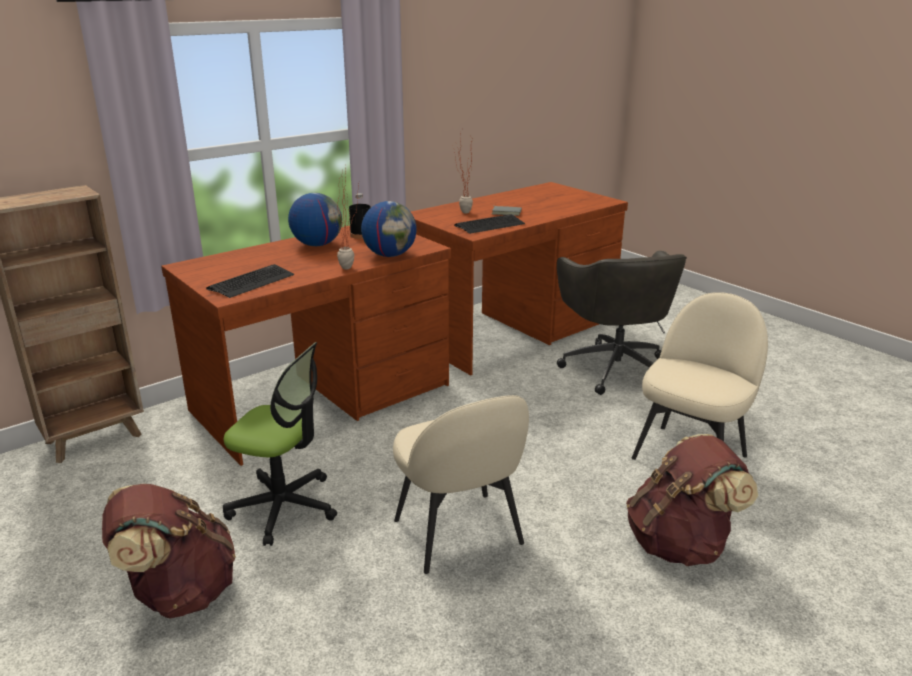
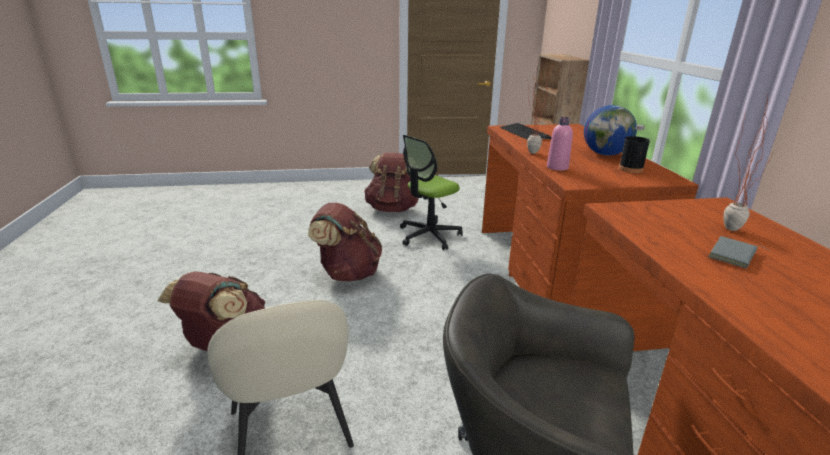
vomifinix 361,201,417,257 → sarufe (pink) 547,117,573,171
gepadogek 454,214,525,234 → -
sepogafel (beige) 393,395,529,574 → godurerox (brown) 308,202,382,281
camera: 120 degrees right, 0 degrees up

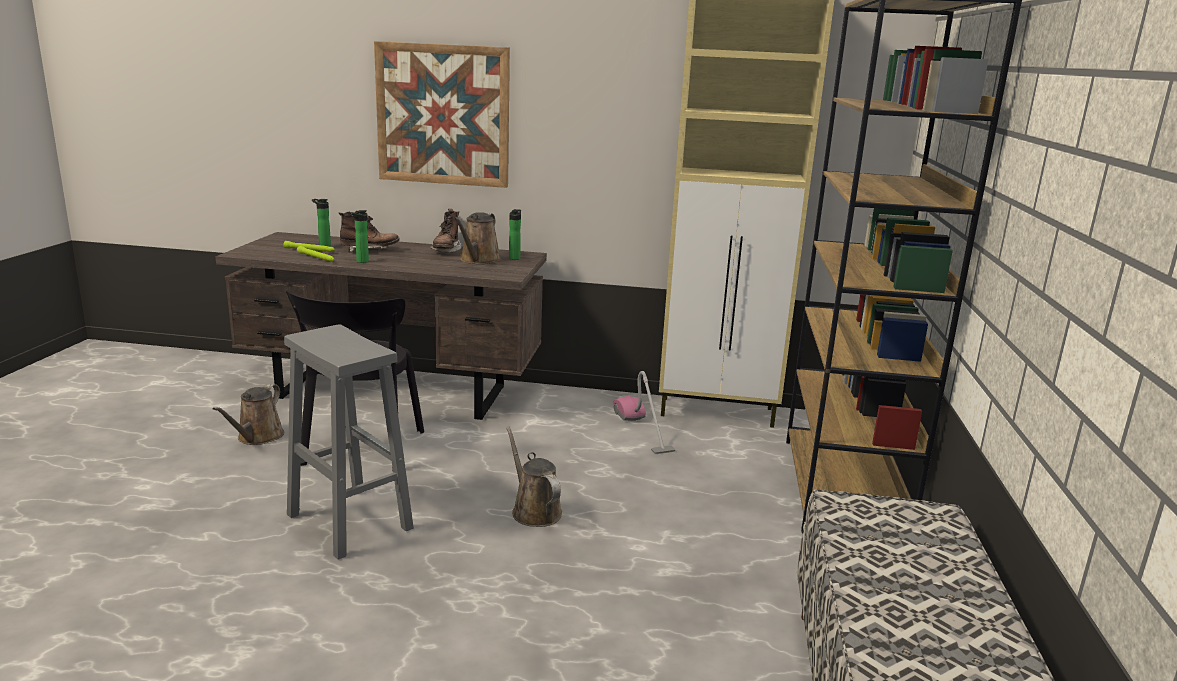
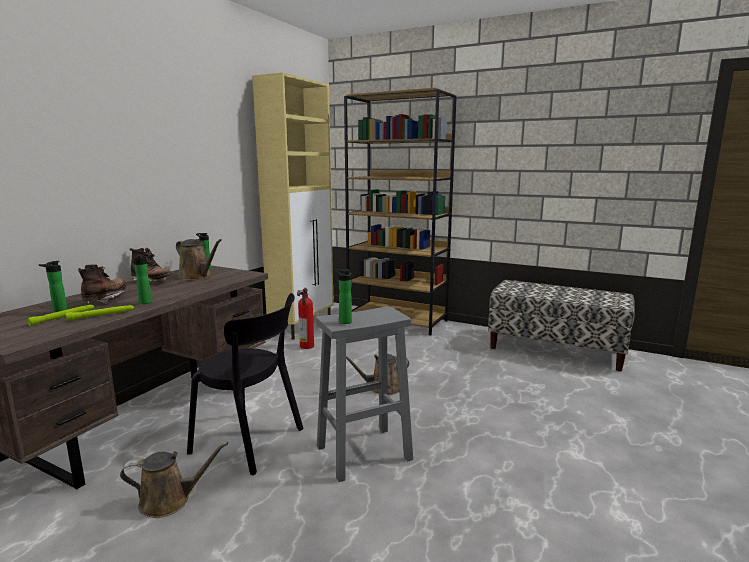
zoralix 374,41,510,188 → -
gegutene 613,371,675,454 → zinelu 297,287,314,349
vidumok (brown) 212,384,284,445 → vidumok (brown) 120,442,228,518, 45 degrees counterclockwise
- → sarufe 334,269,352,324
camera: 70 degrees left, 5 degrees down

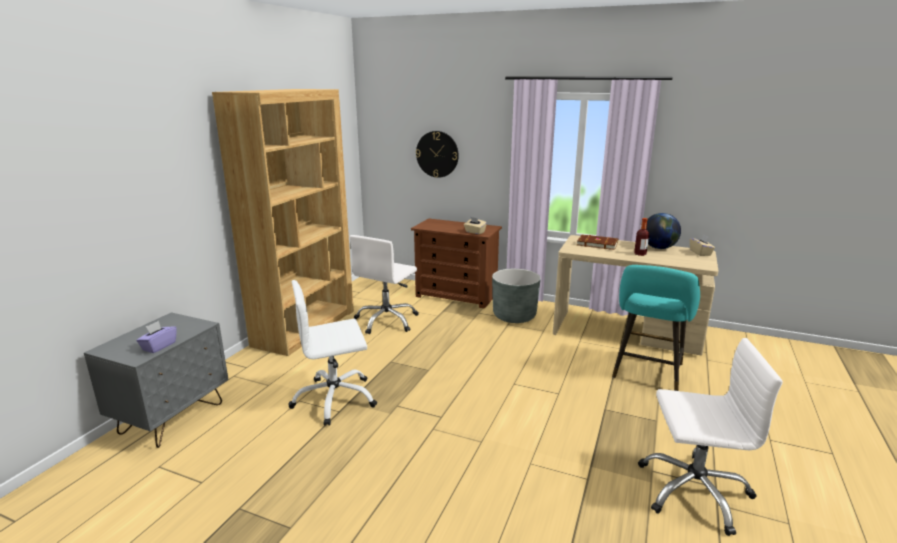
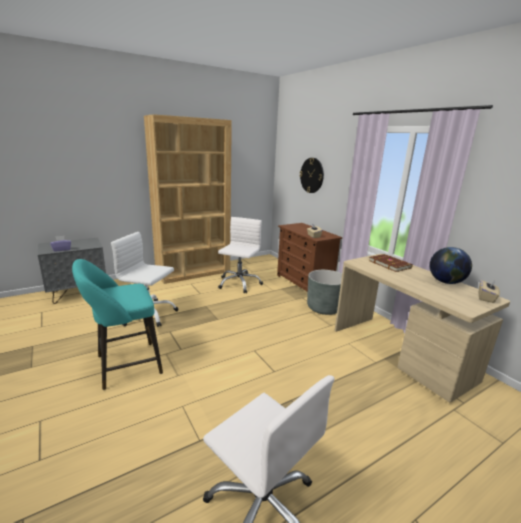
sarufe 634,218,649,256 → -
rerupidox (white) 350,235,419,334 → rerupidox (white) 218,217,263,293, 135 degrees clockwise
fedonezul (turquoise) 612,265,700,391 → fedonezul (turquoise) 72,259,163,390, relocated
camera: 35 degrees right, 0 degrees up

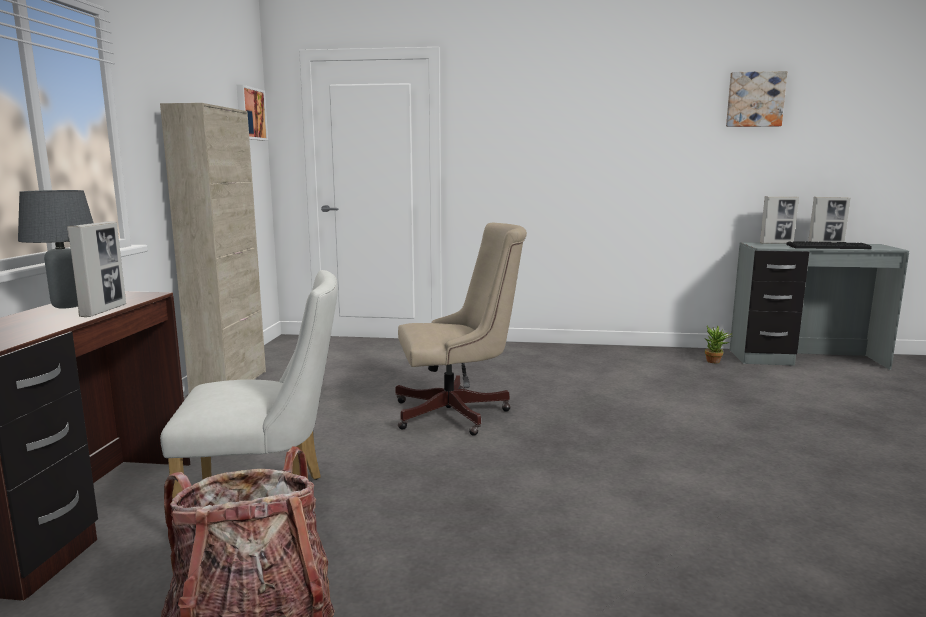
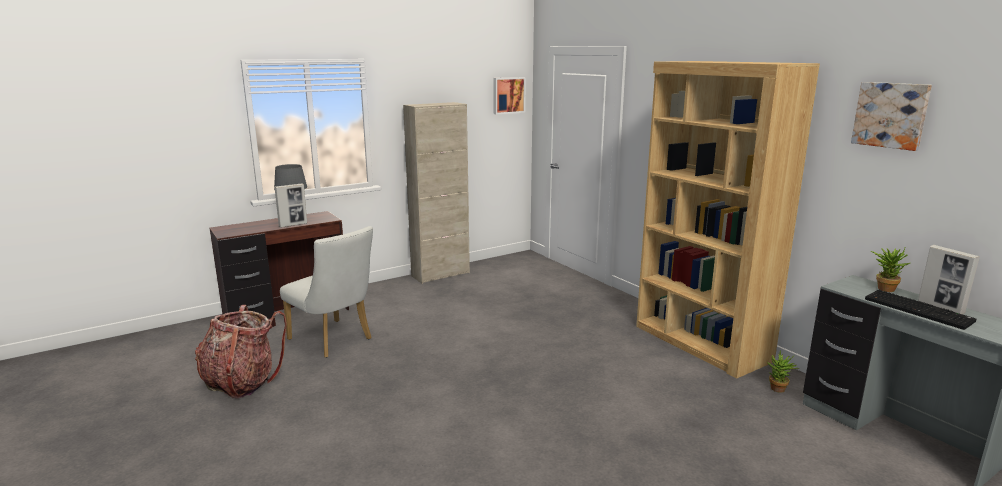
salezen 760,196,799,244 → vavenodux 871,246,910,292
rerupidox (beige) 396,222,527,436 → -
- → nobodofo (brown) 636,61,820,379
camera: 50 degrees right, 5 degrees up

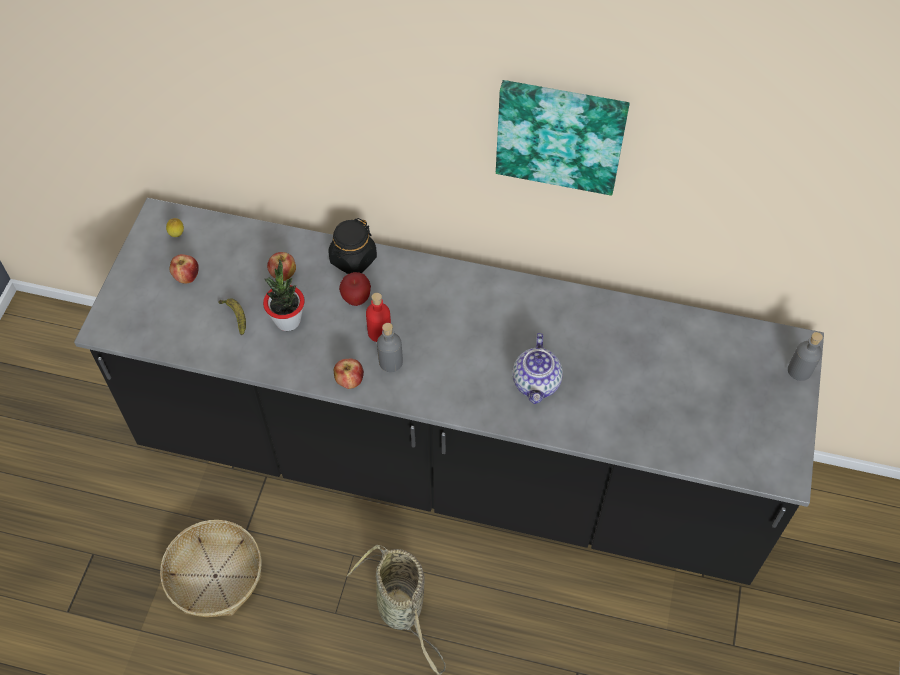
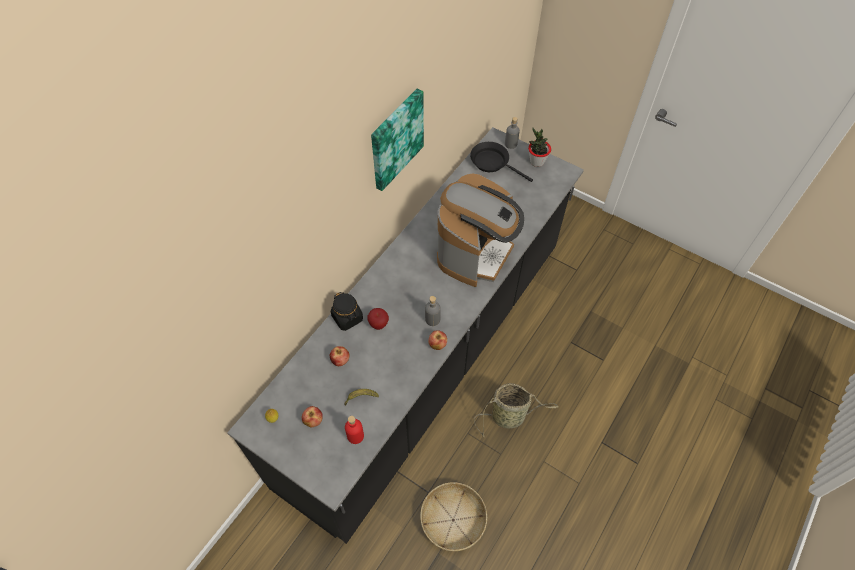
vavenodux 263,260,305,331 → vavenodux 528,128,551,167, relocated
sarufe (red) 366,293,391,342 → sarufe (red) 345,416,364,444, relocated
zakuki 513,333,563,404 → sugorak 437,173,524,287
- → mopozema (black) 470,142,533,182
camera: 70 degrees left, 0 degrees up

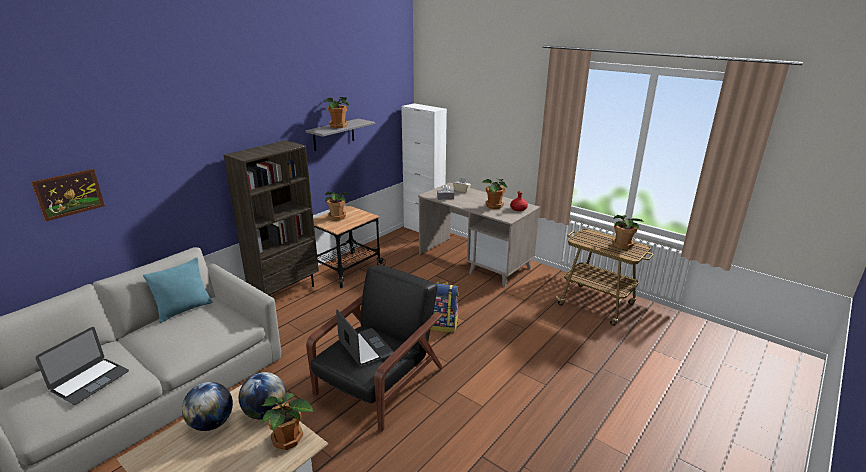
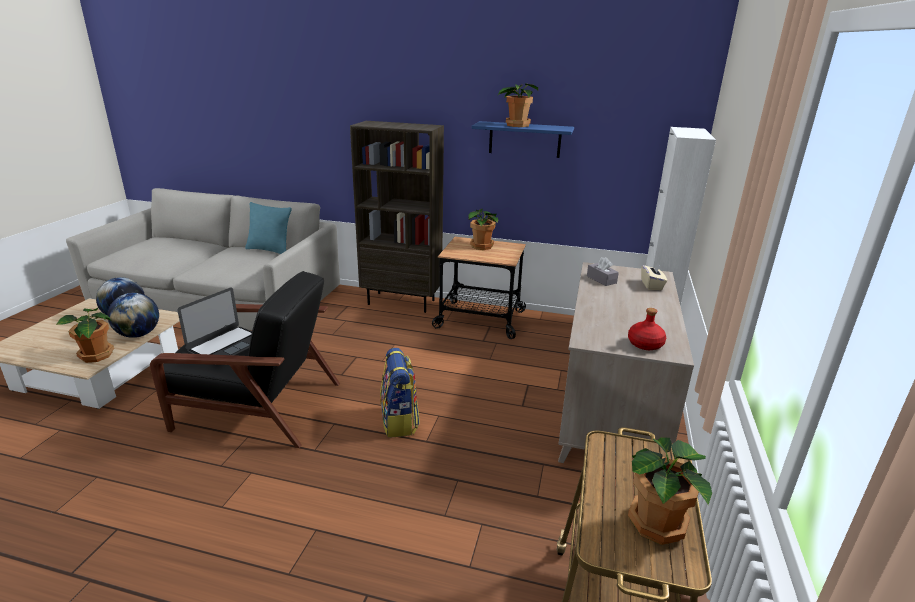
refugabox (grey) 306,119,375,151 → refugabox (blue) 471,121,574,158
zoralix 31,169,105,222 → -
vavenodux 482,178,507,209 → -
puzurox 36,327,129,405 → -
camera: 65 degrees right, 0 degrees up

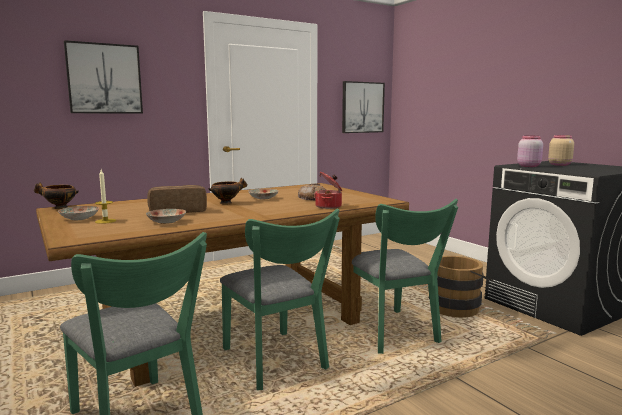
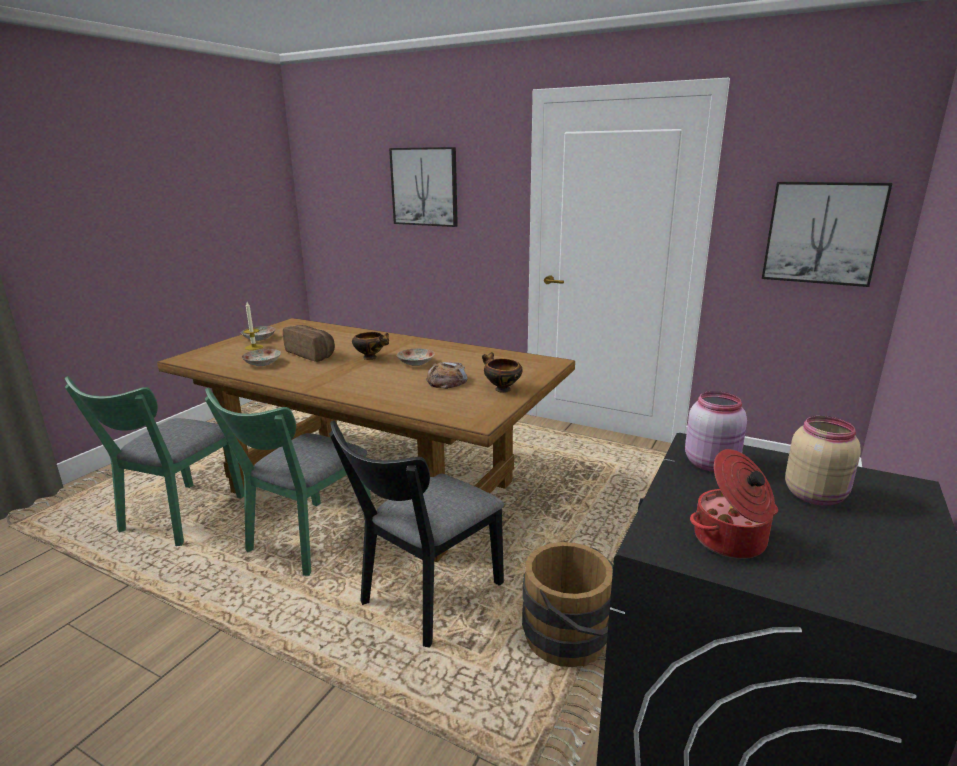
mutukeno 314,172,342,209 → mutukeno 690,449,778,559, relocated
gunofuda 34,182,79,209 → gunofuda 482,352,523,393, relocated
sepogafel (green) 352,199,458,354 → sepogafel (black) 329,421,504,648
camera: 60 degrees right, 10 degrees up

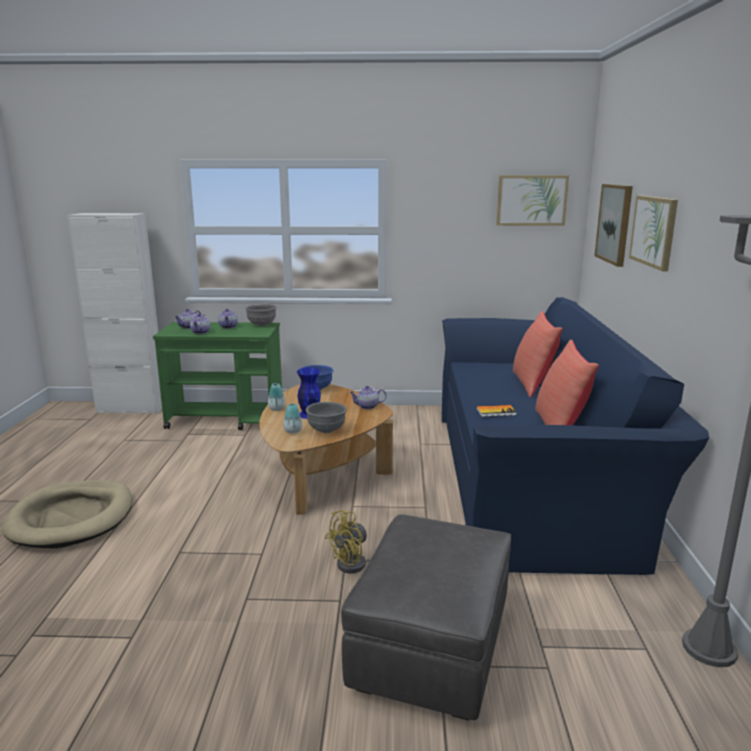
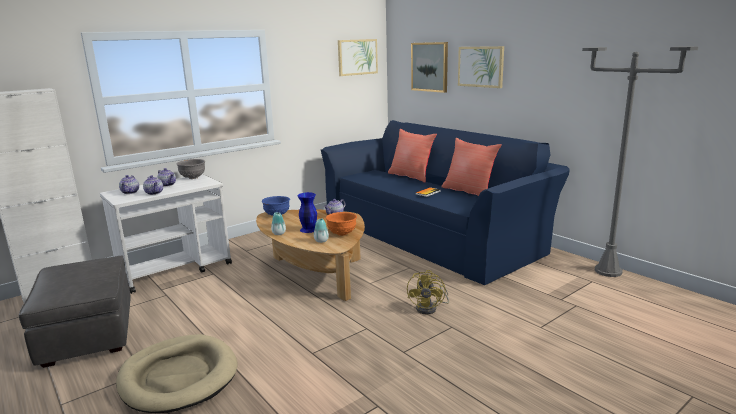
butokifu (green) 153,322,282,430 → butokifu (white) 100,174,232,294
gunofuda (grey) 306,402,347,433 → gunofuda (orange) 326,212,357,236
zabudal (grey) 341,514,511,720 → zabudal (grey) 19,255,131,368, relocated
camera: 40 degrees left, 0 degrees up

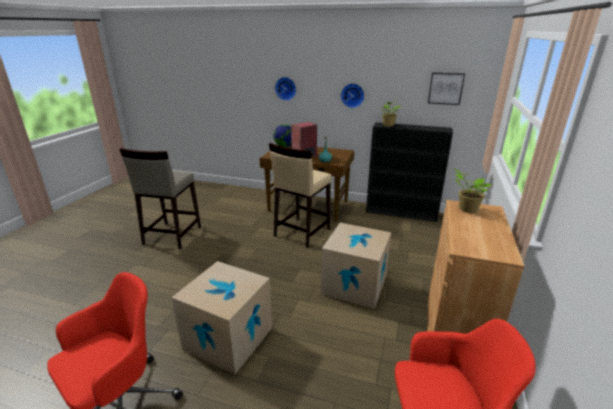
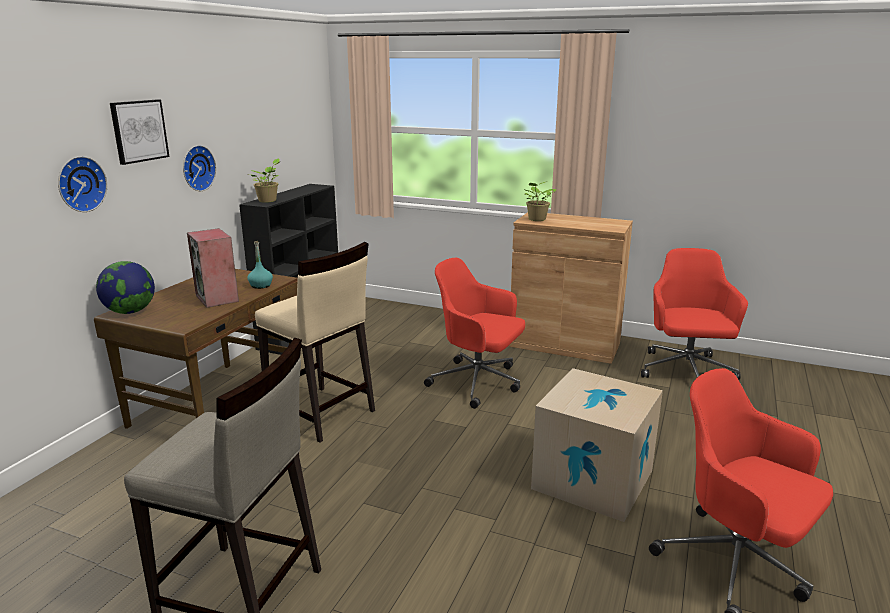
zoralix 428,73,465,105 → zoralix 110,99,169,165, relocated
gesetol 321,223,391,309 → rerupidox (red) 424,258,525,409
camera: 85 degrees left, 5 degrees down

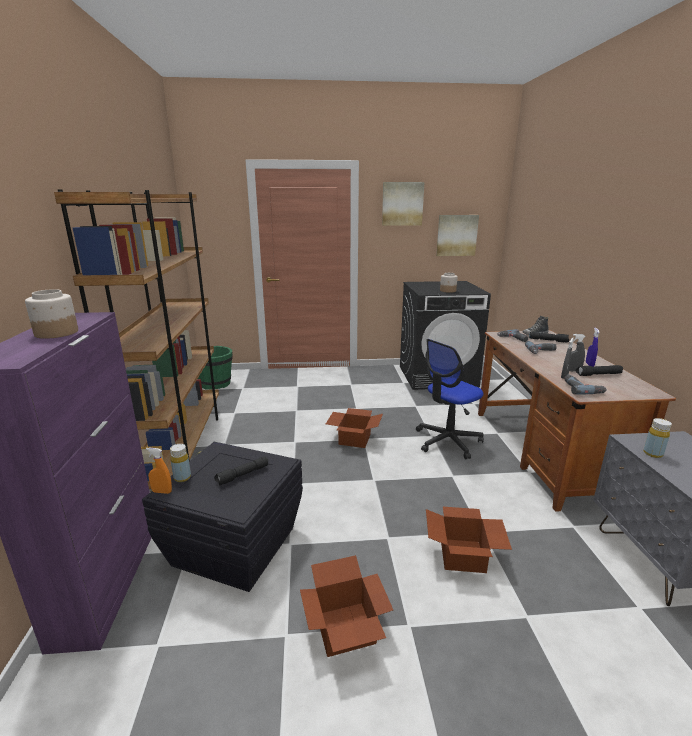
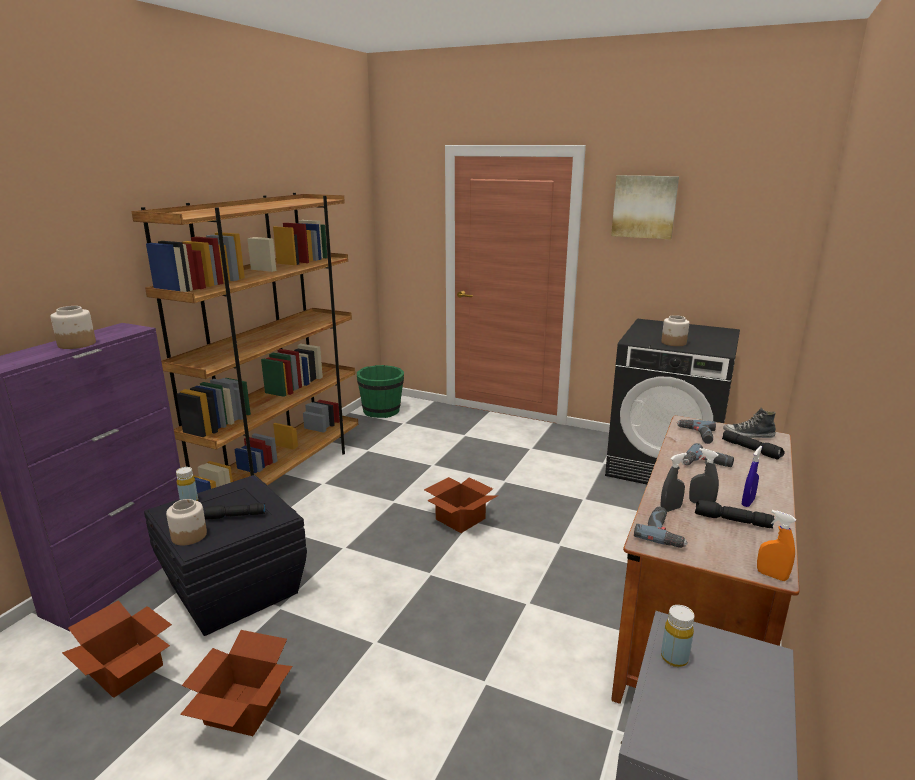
zoralix 436,215,479,256 → -
rerupidox 416,339,484,459 → -
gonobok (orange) 146,447,172,494 → gonobok (orange) 757,510,796,581, relocated
gesetol 426,507,512,573 → gesetol 62,600,172,697, relocated
- → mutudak 166,499,207,545
camera: 30 degrees right, 0 degrees up

